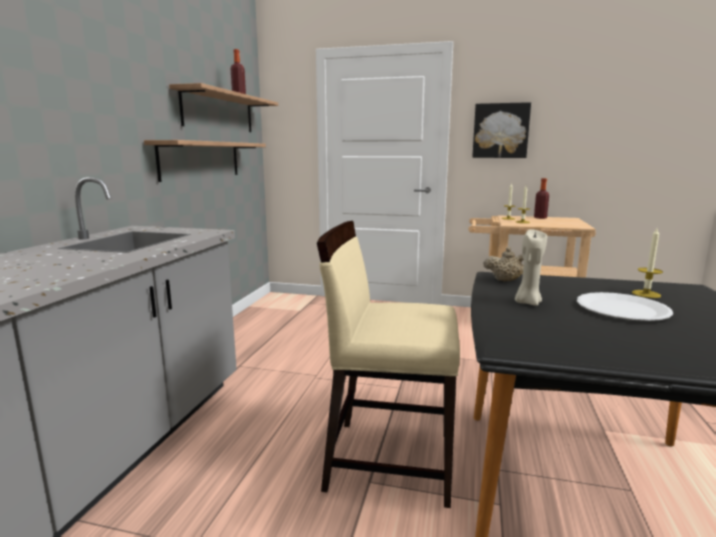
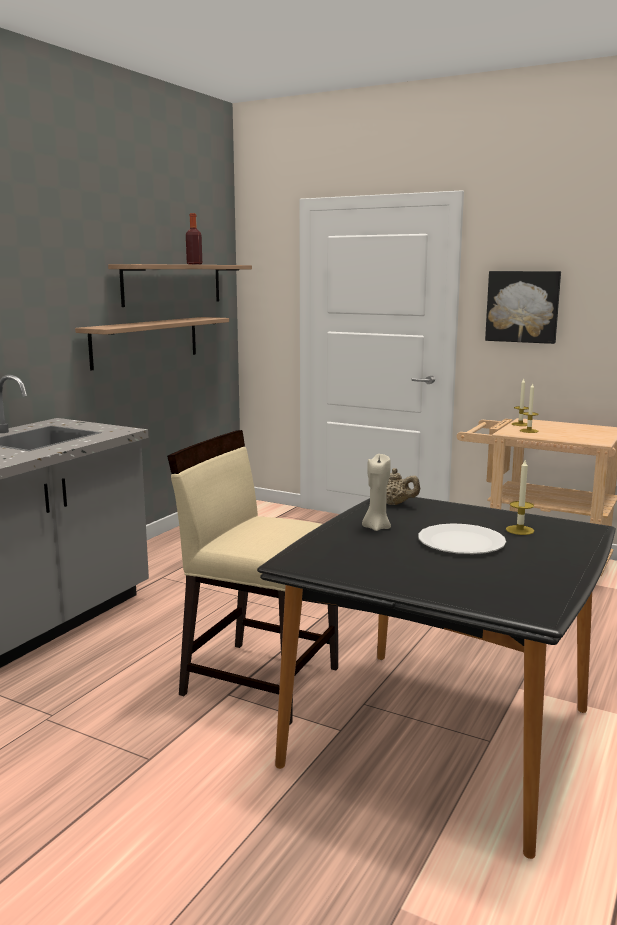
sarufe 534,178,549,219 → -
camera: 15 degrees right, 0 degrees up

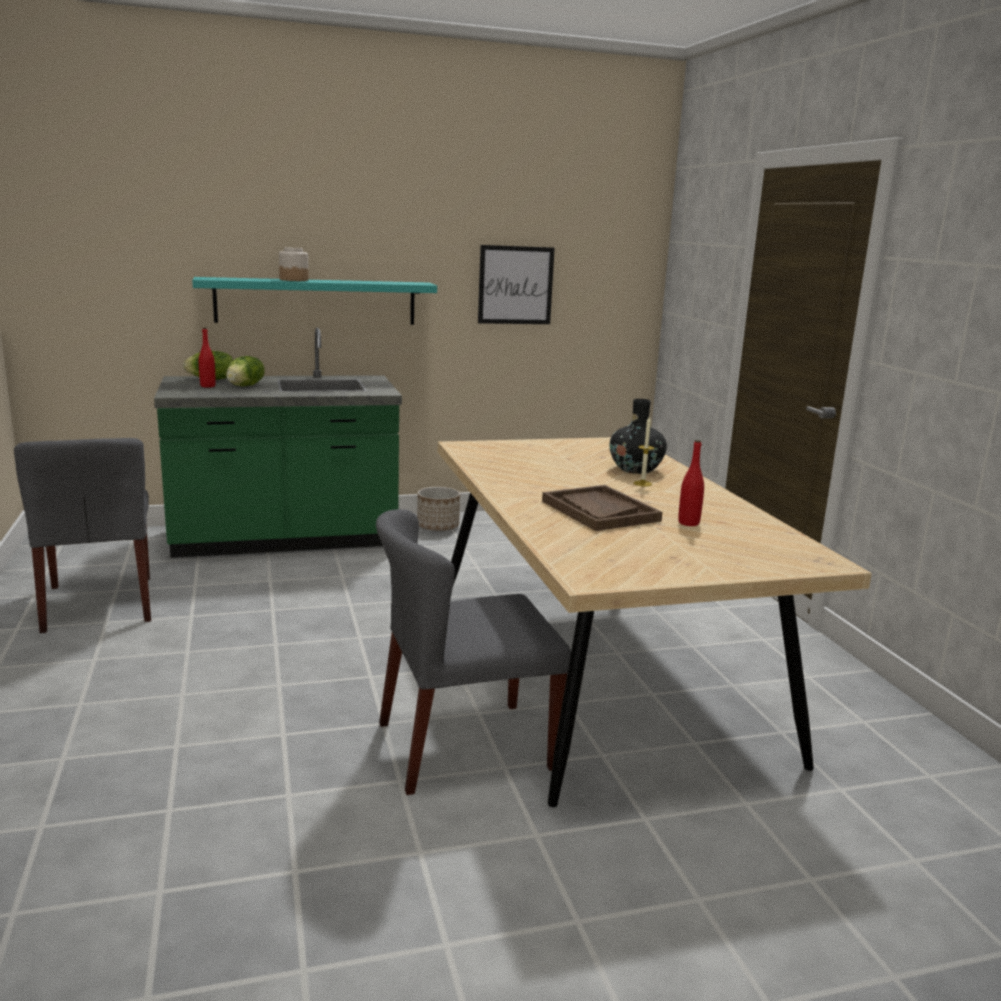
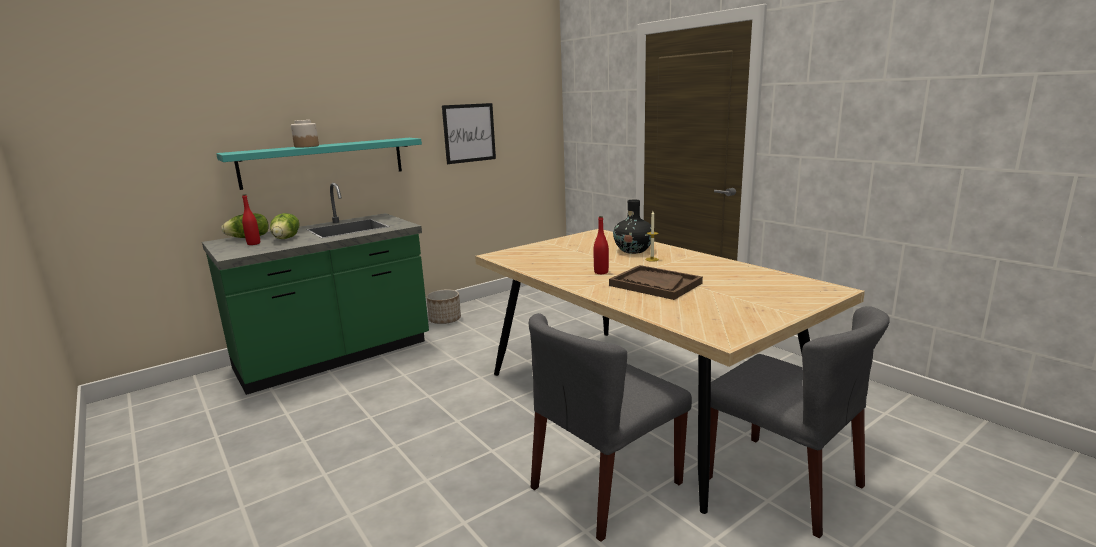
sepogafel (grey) 14,438,151,633 → sepogafel (grey) 709,306,890,538, relocated
sarufe (red) 678,440,704,526 → sarufe (red) 594,216,609,274, relocated
camera: 20 degrees left, 0 degrees up

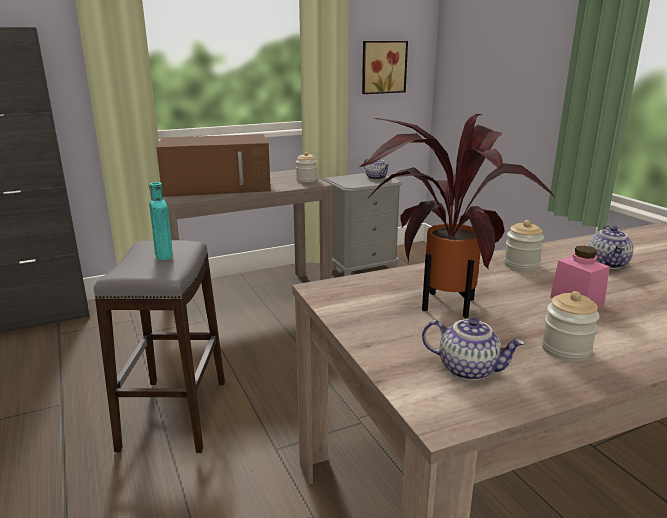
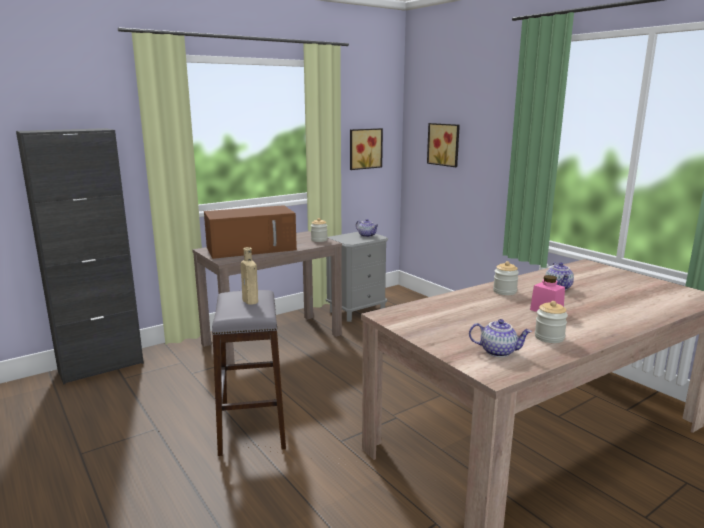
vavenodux 359,114,556,318 → -
sarufe (turquoise) 149,182,173,260 → sarufe (beige) 241,247,258,305
- → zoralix 427,123,460,167
camera: 10 degrees left, 5 degrees down

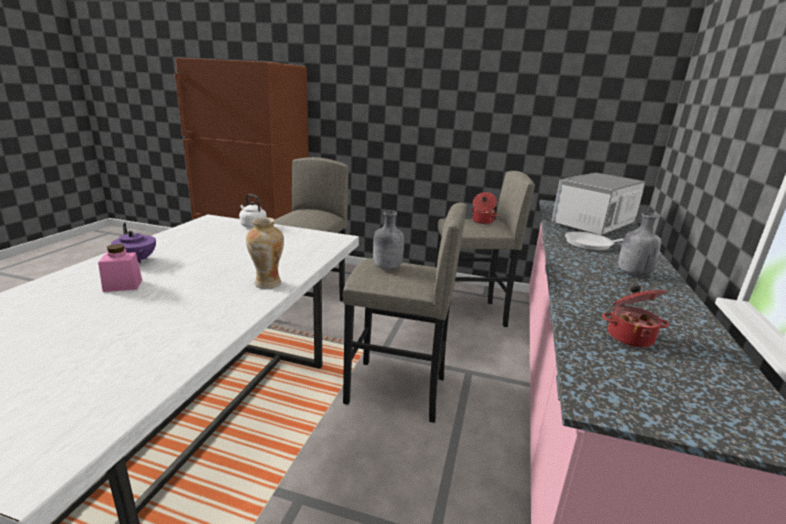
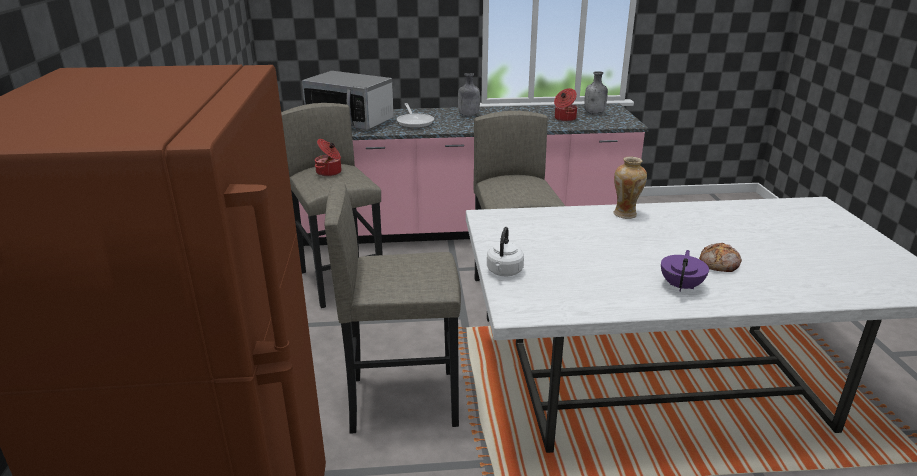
sarufe (grey) 373,211,404,270 → sarufe (grey) 584,71,608,114, relocated
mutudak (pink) 98,244,142,292 → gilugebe 699,243,742,272
camera: 110 degrees left, 5 degrees up

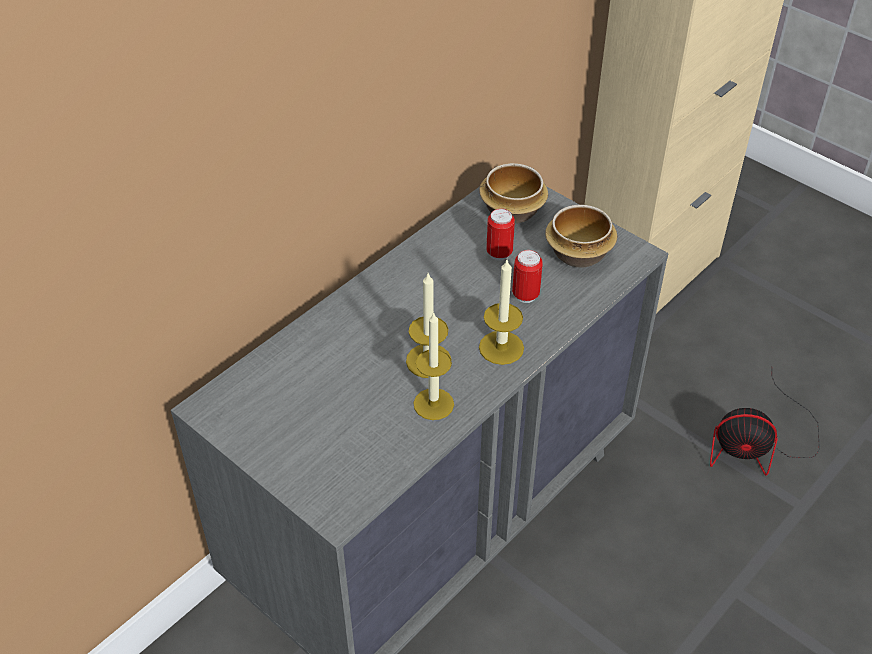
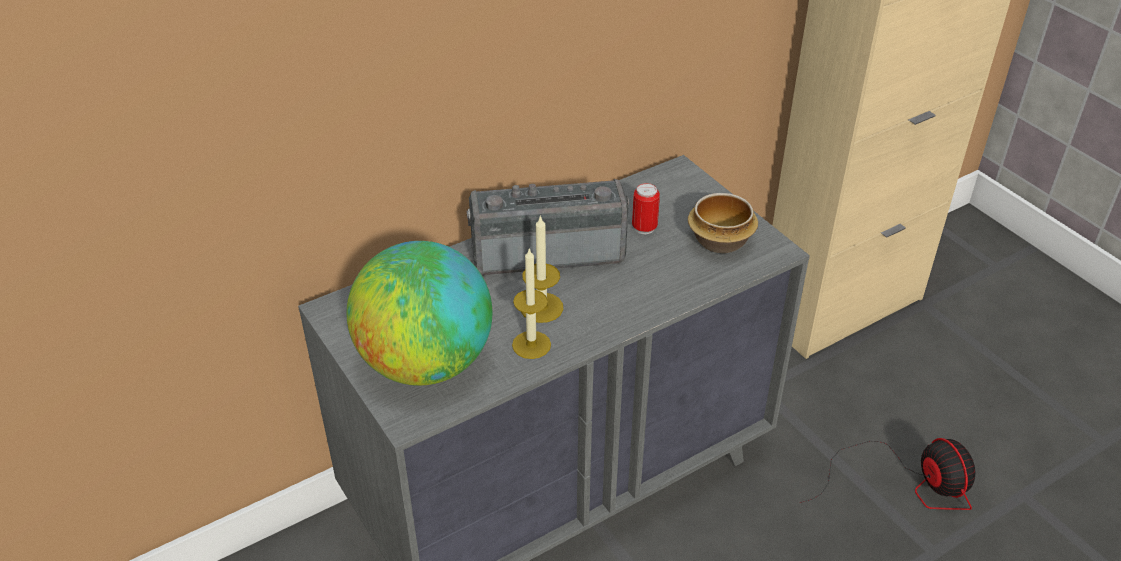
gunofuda 479,163,548,224 → -
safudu 512,250,543,303 → -
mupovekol 479,260,524,365 → -
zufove 710,366,820,476 → zufove 799,438,975,510, 135 degrees counterclockwise
- → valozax 467,179,629,275
- → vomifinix 346,241,492,386
camera: 15 degrees right, 5 degrees down

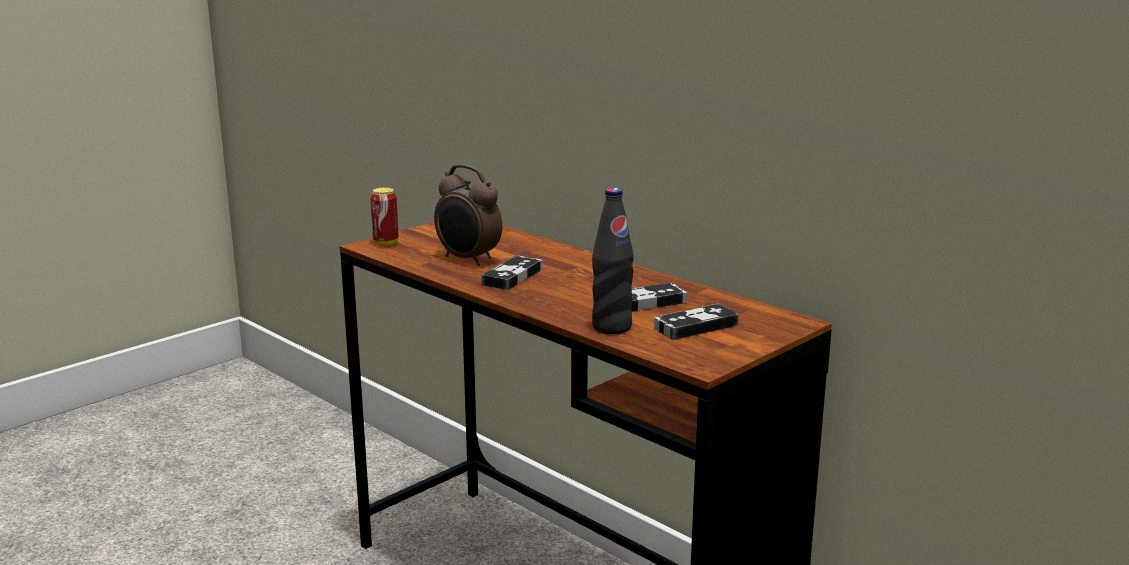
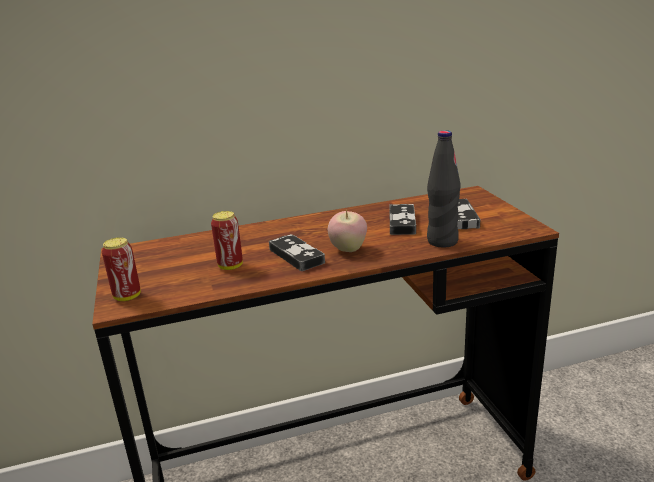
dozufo 434,164,502,266 → safudu 211,211,243,270
- → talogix 328,209,367,252
camera: 60 degrees left, 5 degrees up

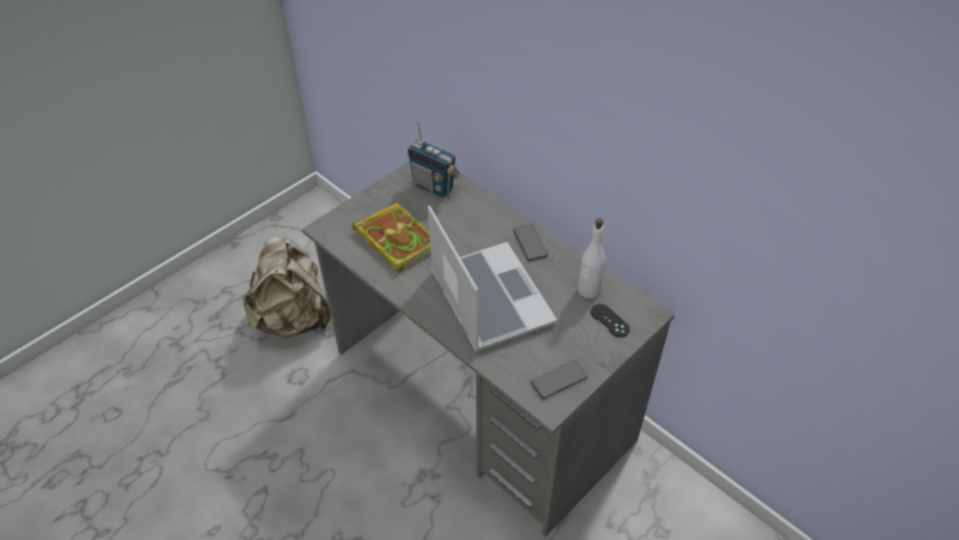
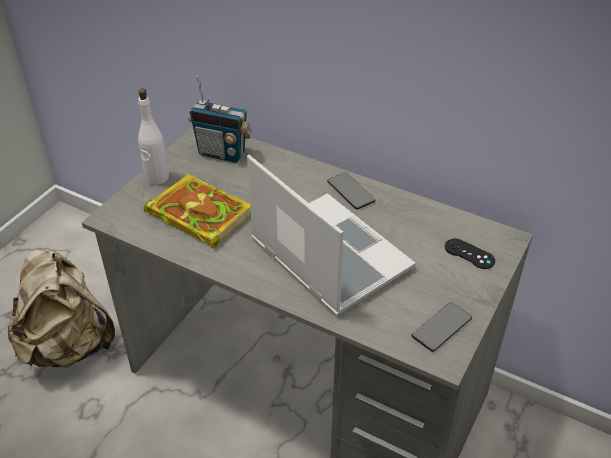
sarufe (white) 578,218,605,298 → sarufe (white) 138,89,169,185, relocated
camera: 15 degrees left, 5 degrees down

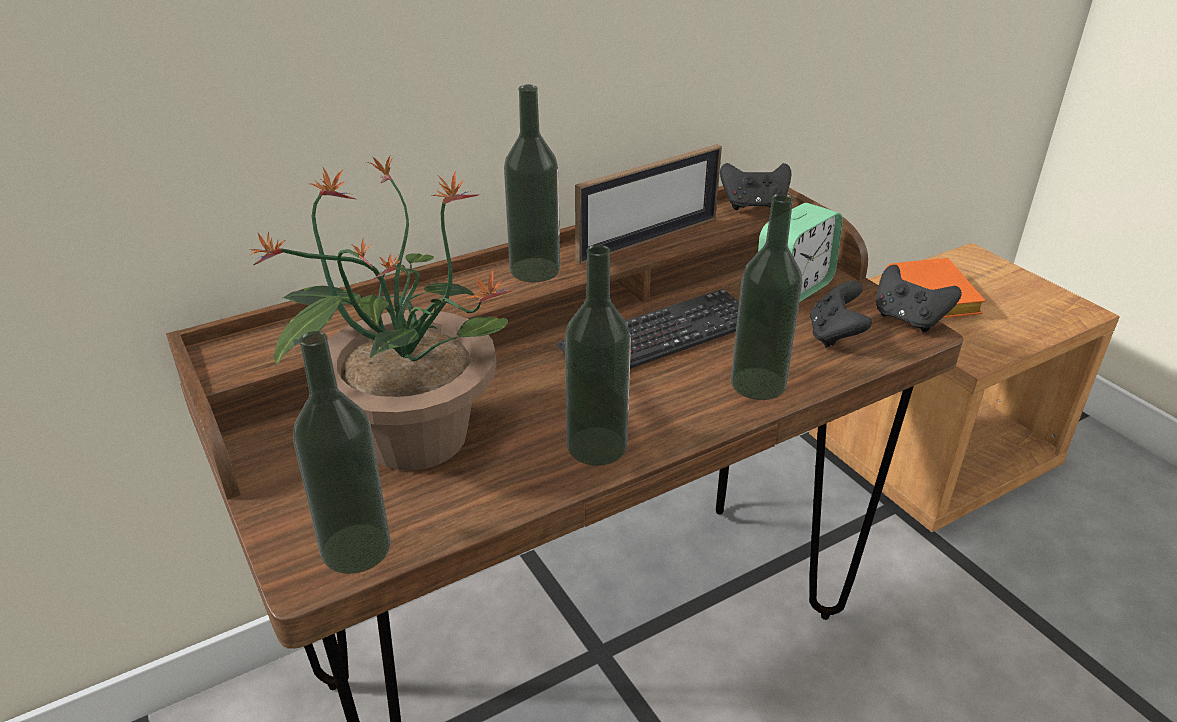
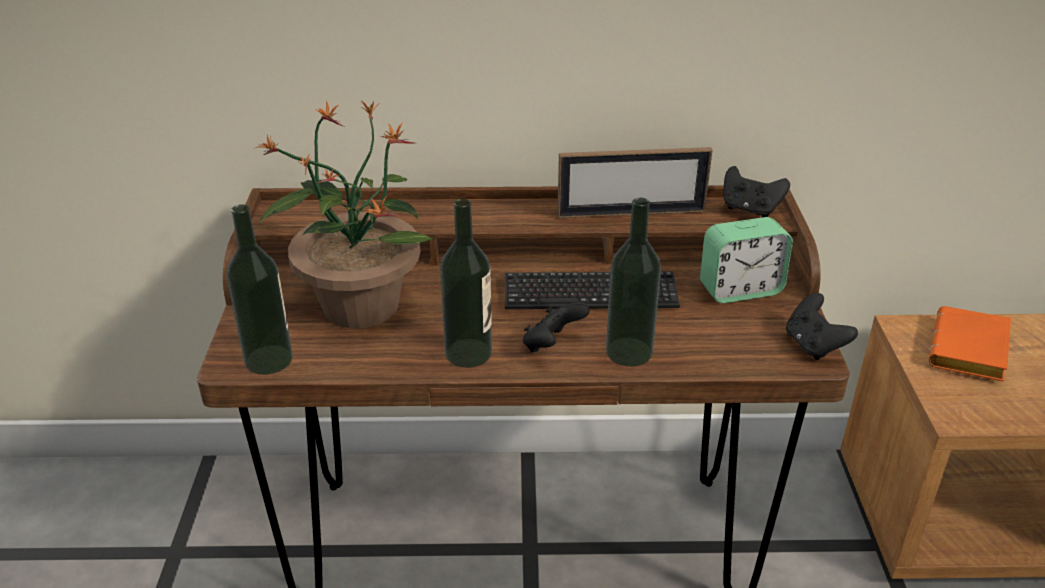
sarufe 504,85,560,282 → -
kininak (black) 810,281,872,348 → kininak (black) 523,302,590,352, relocated
camera: 30 degrees right, 0 degrees up

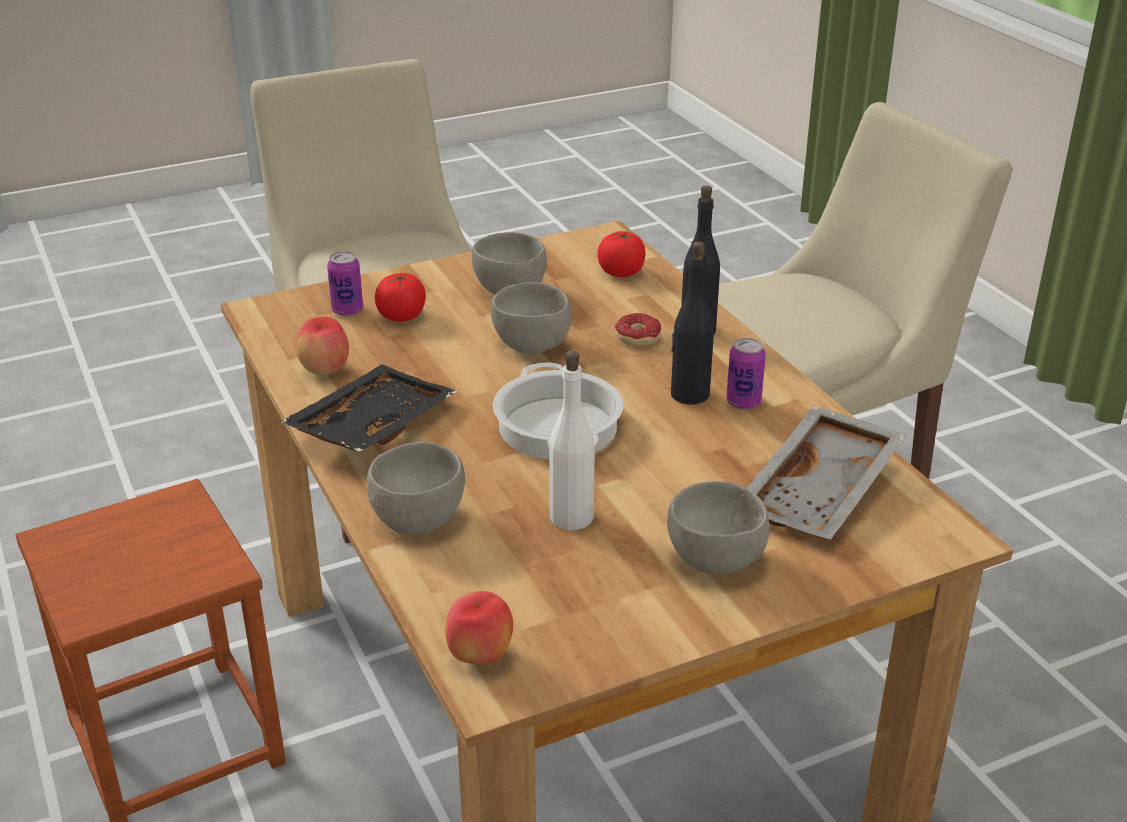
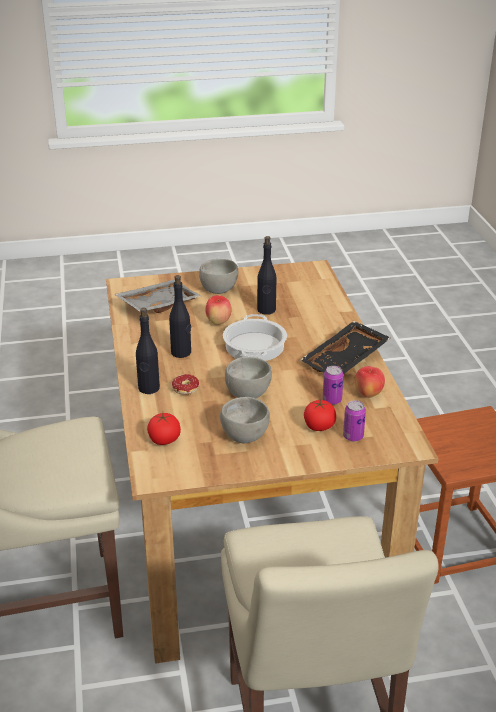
safudu 726,338,766,410 → safudu 323,366,344,405, relocated
sarufe (white) 549,351,595,530 → sarufe (black) 257,236,276,315
gunofuda (grey) 367,442,465,534 → -
talogix 445,591,513,665 → talogix 205,295,232,325, relocated
camera: 165 degrees left, 0 degrees up

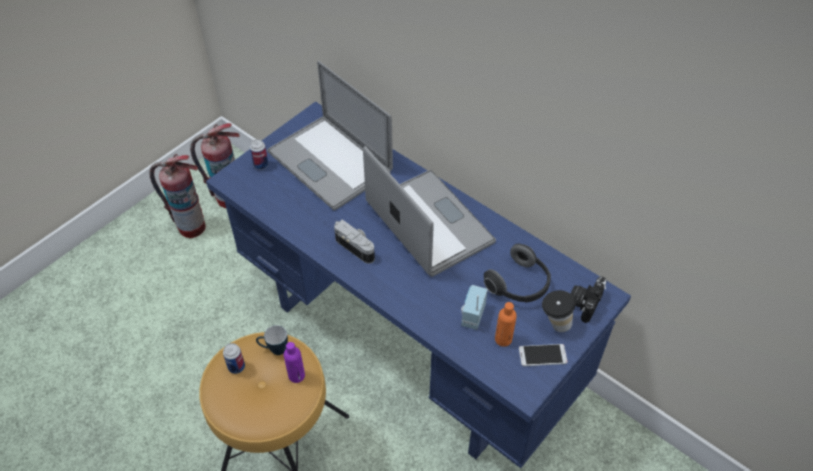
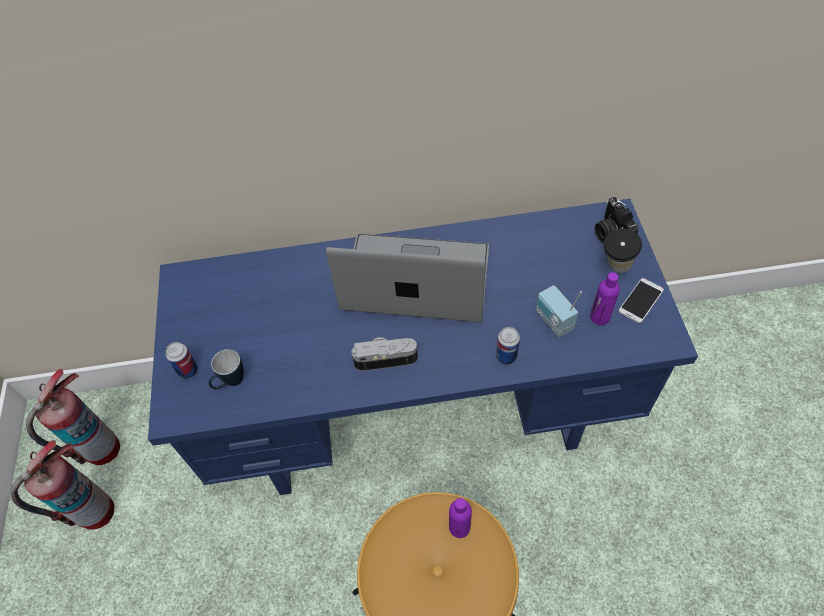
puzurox 267,61,393,210 → -
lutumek 484,244,551,303 → -
sarufe (orange) 495,302,517,347 → sarufe (purple) 590,272,620,325
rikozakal 256,325,288,355 → rikozakal 209,349,244,389, relocated
safudu 223,343,245,374 → safudu 496,327,520,365, relocated
camera: 45 degrees left, 5 degrees up

